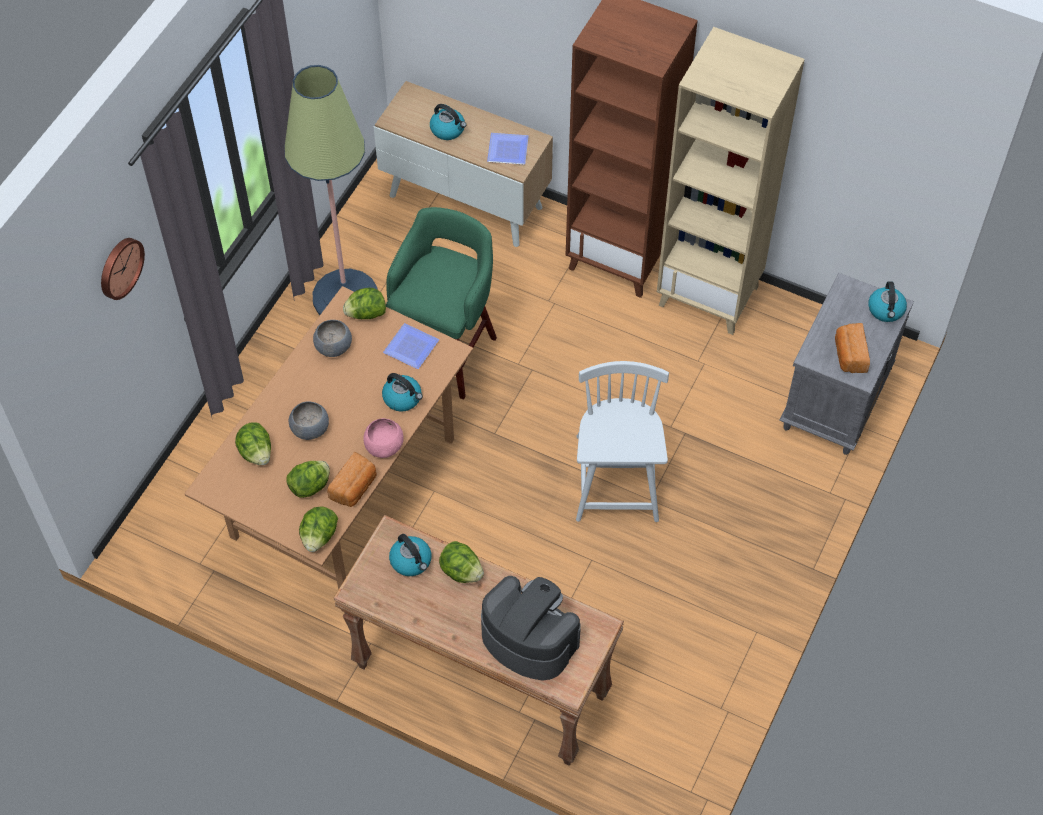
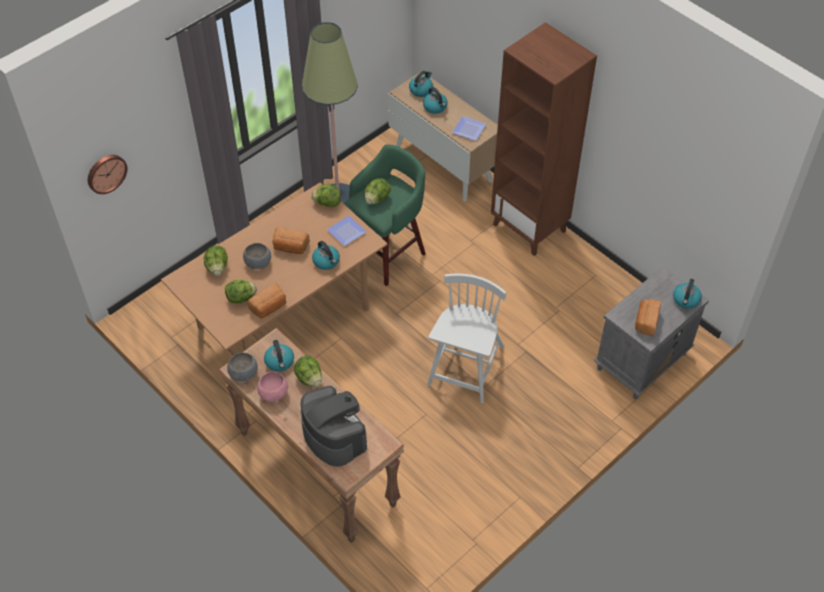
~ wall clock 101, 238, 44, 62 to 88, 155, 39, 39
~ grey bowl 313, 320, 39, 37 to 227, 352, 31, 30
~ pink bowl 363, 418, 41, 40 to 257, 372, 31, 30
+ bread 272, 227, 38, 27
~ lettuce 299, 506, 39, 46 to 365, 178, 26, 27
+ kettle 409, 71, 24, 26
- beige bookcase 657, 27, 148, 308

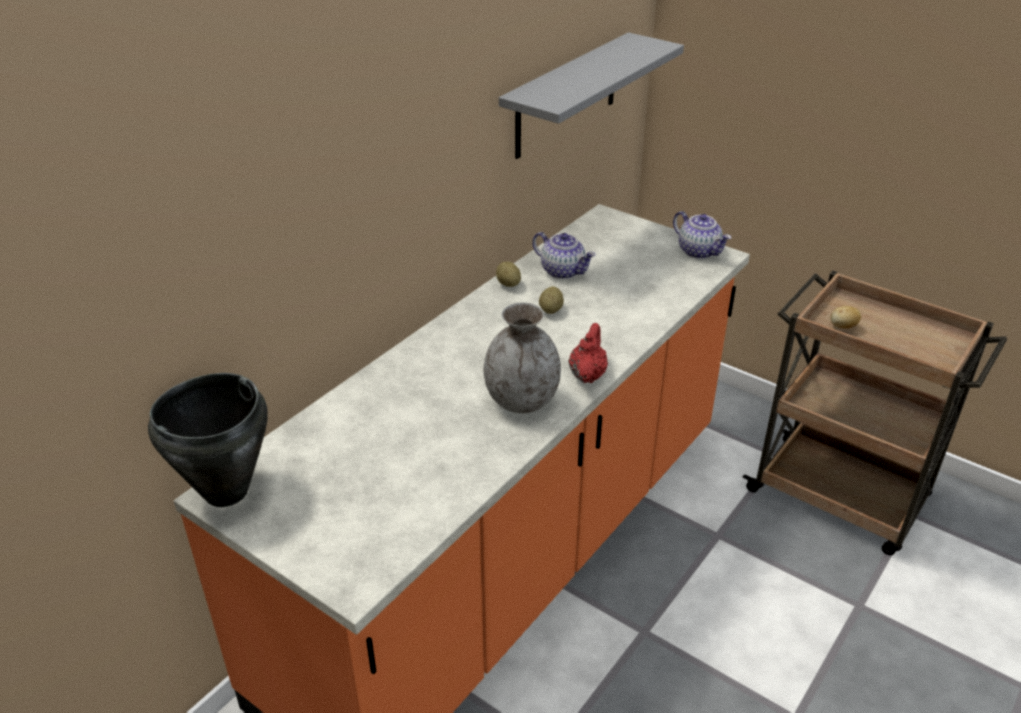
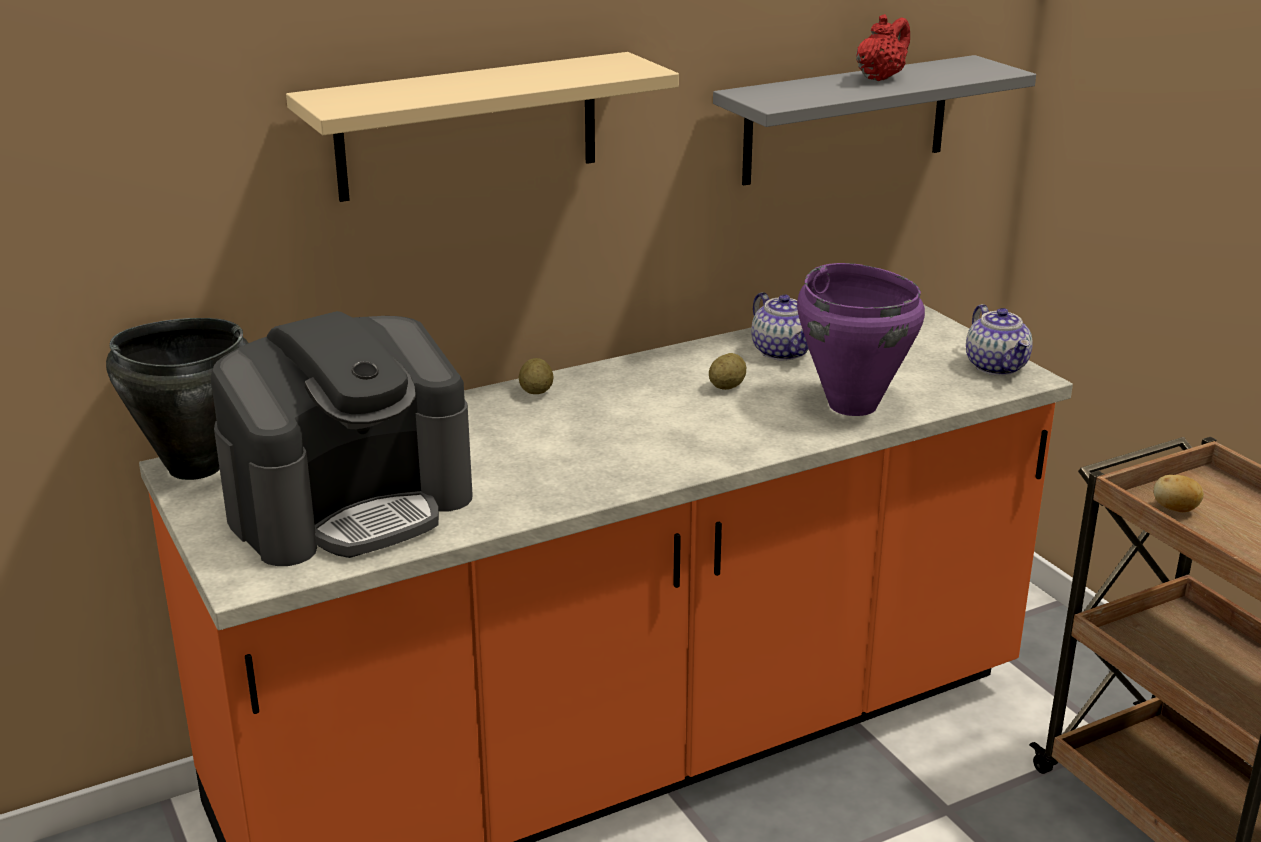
+ coffee machine 211, 311, 262, 255
+ beige shelf 286, 52, 393, 150
~ potato 496, 262, 25, 25 to 519, 358, 35, 36
+ purple cooking pot 797, 263, 128, 153
~ red teapot 568, 323, 40, 60 to 856, 14, 54, 67
- grey vase 484, 302, 77, 111

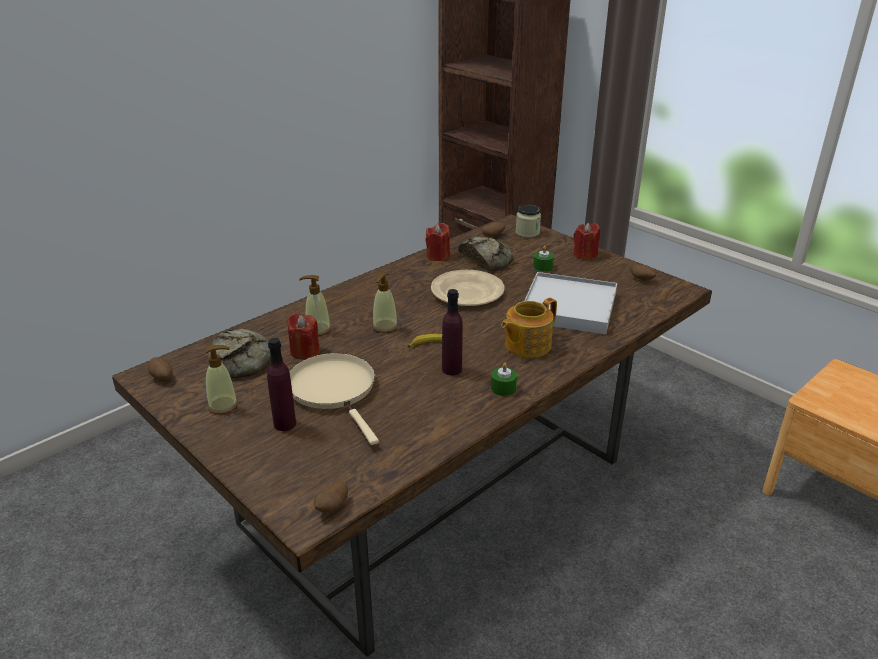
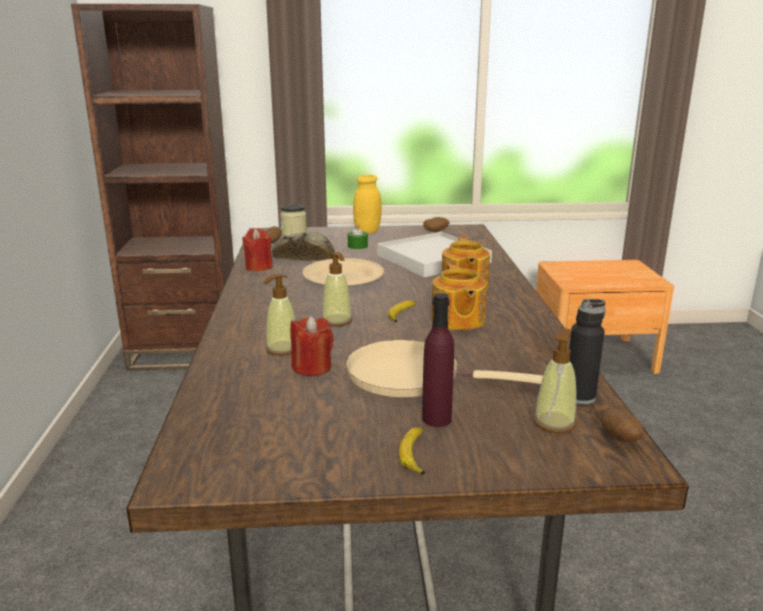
~ red candle 573, 222, 27, 38 to yellow jar 353, 174, 29, 60
+ banana 399, 427, 26, 48
~ purple bottle 442, 289, 21, 87 to teapot 431, 263, 56, 67
~ soap dispenser 206, 345, 32, 69 to 533, 328, 44, 105
+ black bottle 569, 299, 36, 105
- potato 148, 357, 25, 25
- bread 207, 328, 64, 50
- green candle 491, 363, 26, 33

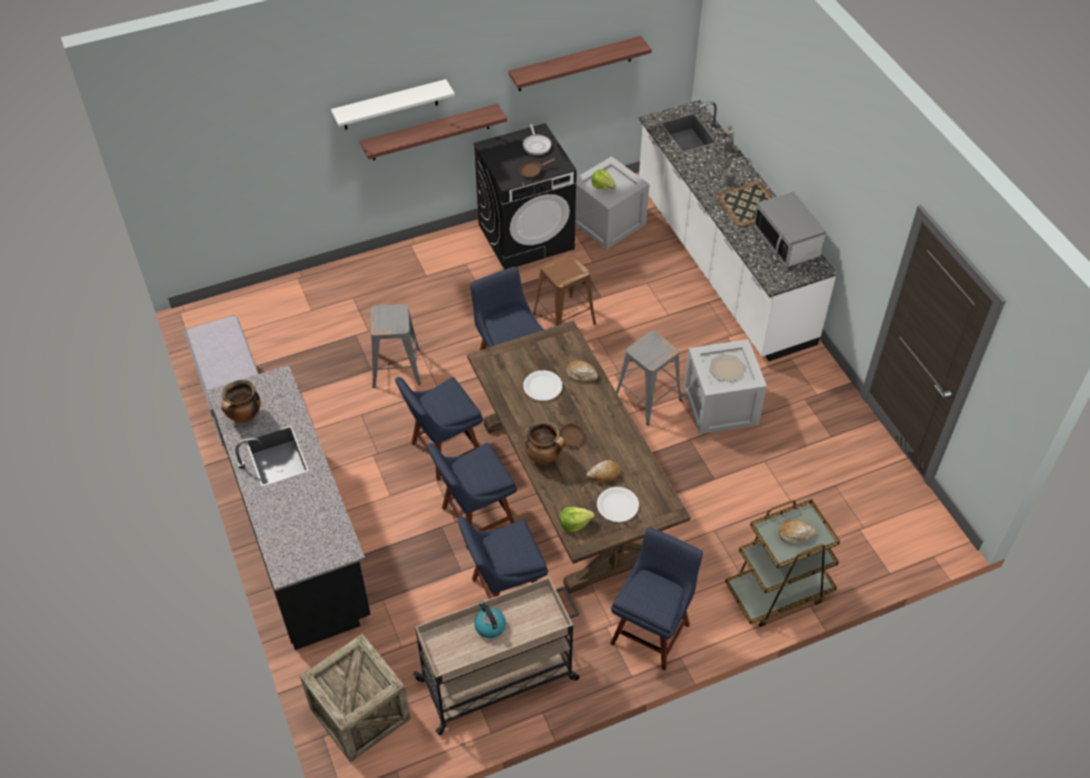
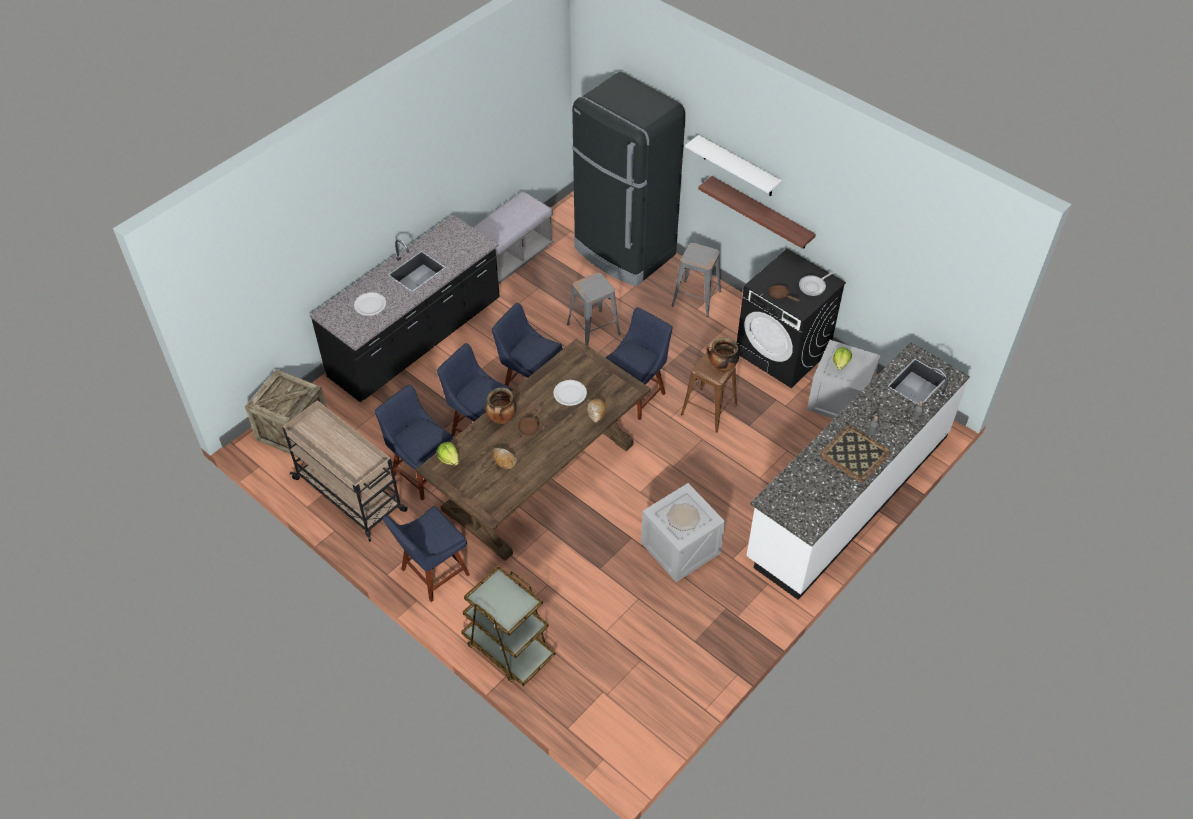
~ white plate 597, 487, 42, 35 to 354, 292, 32, 24
~ blue chair 610, 528, 93, 143 = 383, 506, 87, 96 135 degrees clockwise
+ black fridge 572, 72, 113, 214
~ grey stool 616, 331, 66, 94 to 672, 243, 49, 74
~ cooking pot 221, 380, 40, 43 to 707, 337, 32, 35
- kettle 474, 601, 32, 37
- shelf 508, 36, 144, 55
- microwave 754, 191, 72, 77
- bread 779, 520, 37, 23

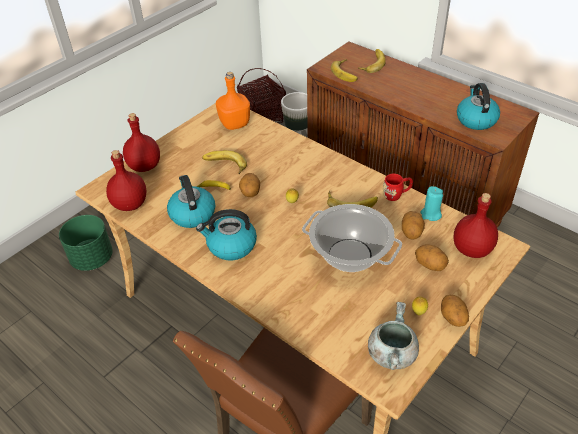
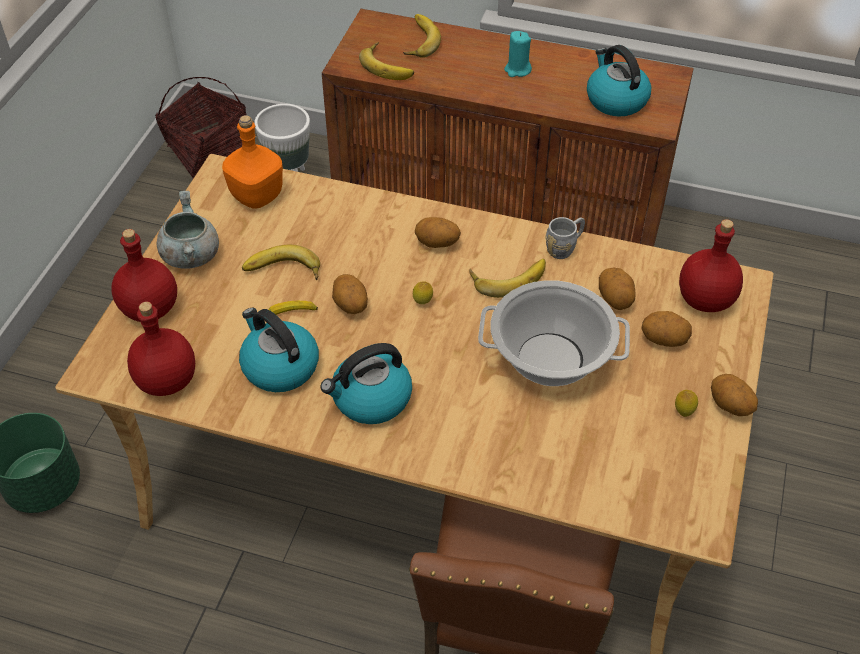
~ grey cooking pot 368, 302, 51, 68 to 157, 191, 62, 78
+ potato 415, 217, 46, 31
~ turquoise candle 420, 186, 23, 35 to 504, 31, 28, 46
~ red mug 383, 174, 30, 27 to grey mug 545, 217, 40, 42

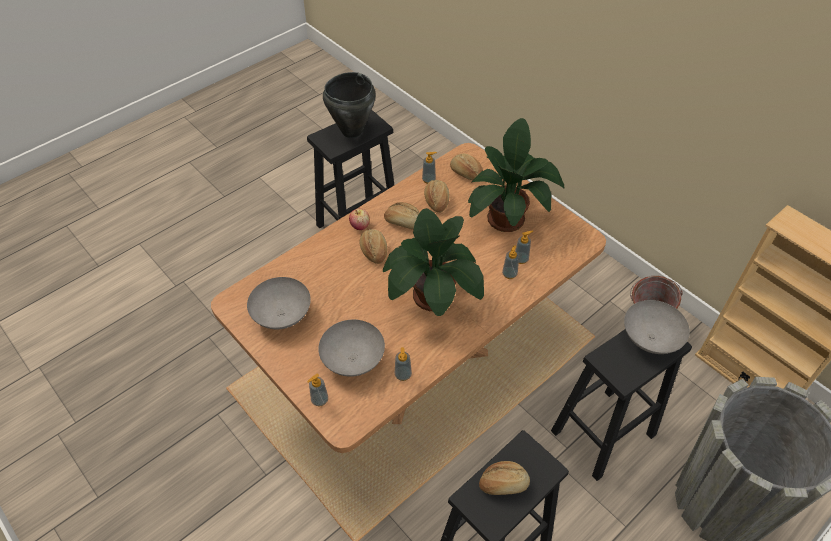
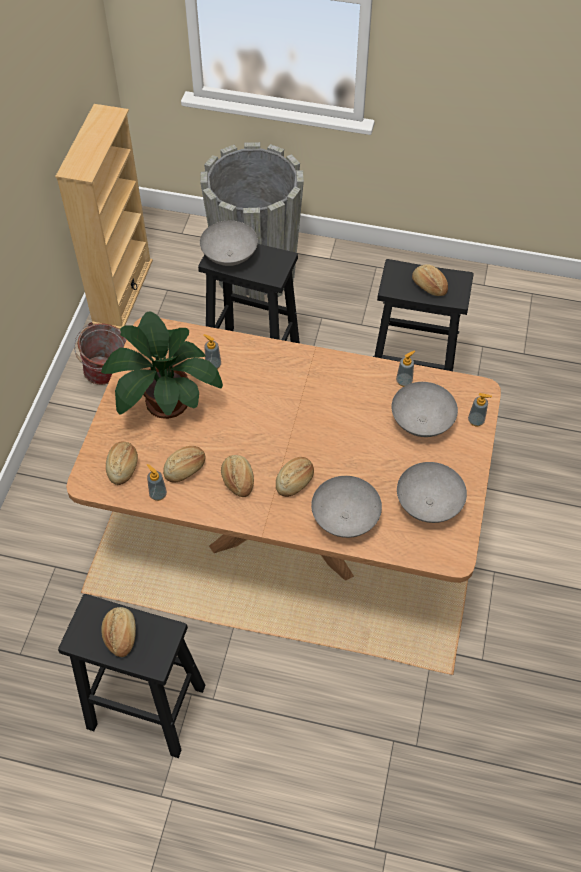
~ black cooking pot 323, 72, 52, 66 to bread 101, 607, 35, 50
+ grey bowl 311, 476, 71, 62
- apple 349, 208, 21, 22
- potted plant 383, 208, 101, 108
- soap dispenser 502, 245, 17, 34

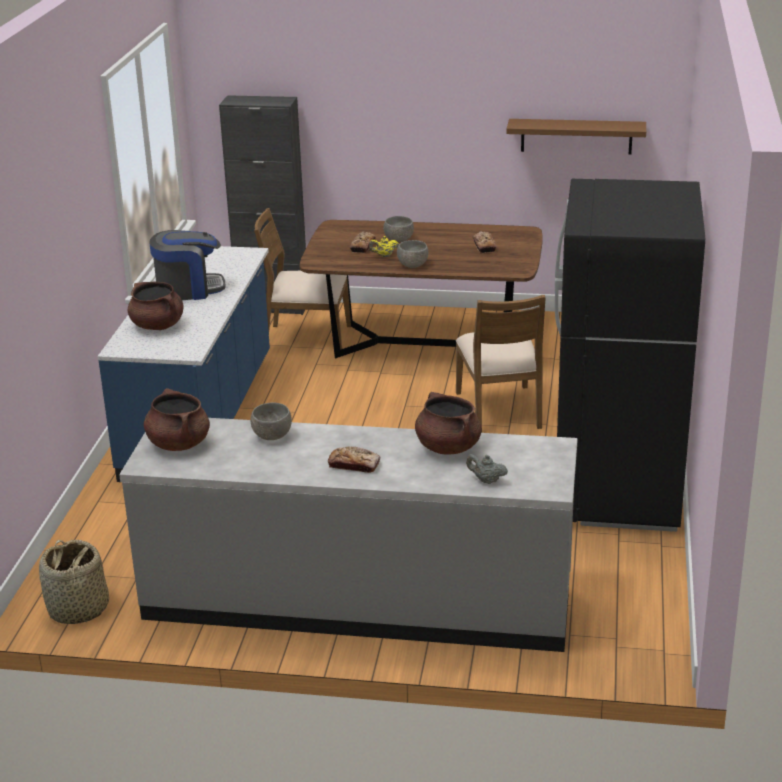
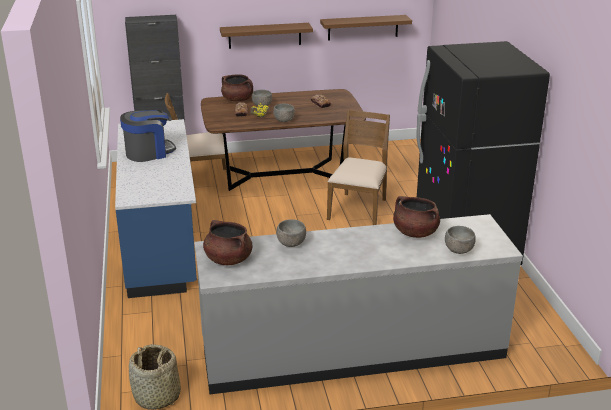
+ brown shelf 220, 23, 93, 26
~ brown cooking pot 128, 282, 56, 48 to 221, 74, 32, 28
~ brown chair 456, 295, 90, 138 = 327, 110, 63, 115 135 degrees counterclockwise
~ grey teapot 466, 454, 42, 30 to grey bowl 445, 226, 31, 28
- bread 328, 446, 52, 27

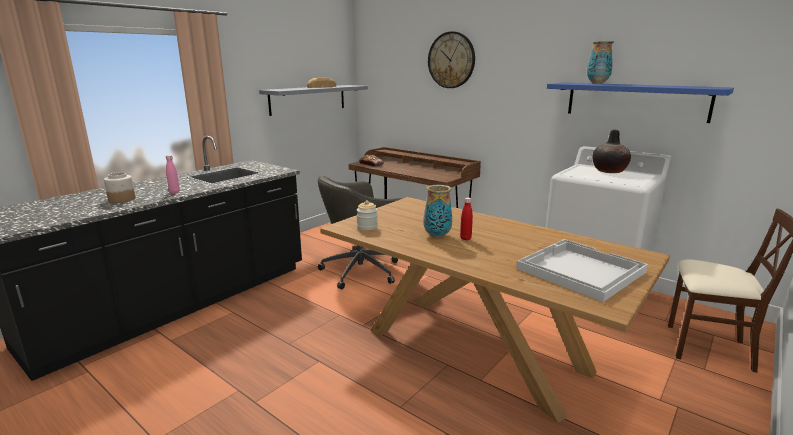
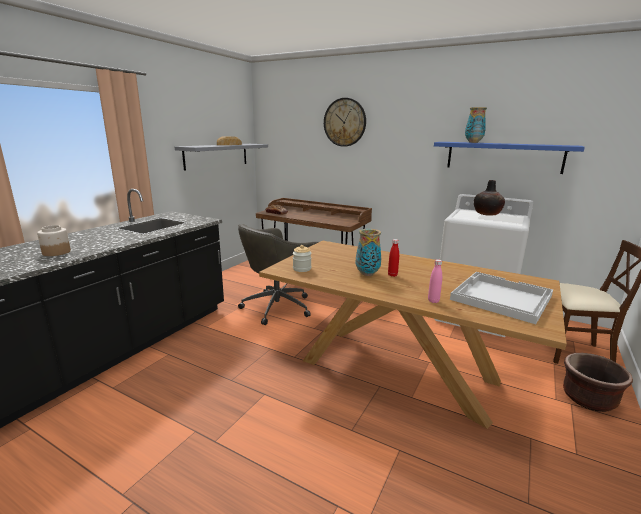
~ pink bottle 166, 155, 14, 38 to 428, 259, 14, 44
+ brown planter 563, 353, 70, 59

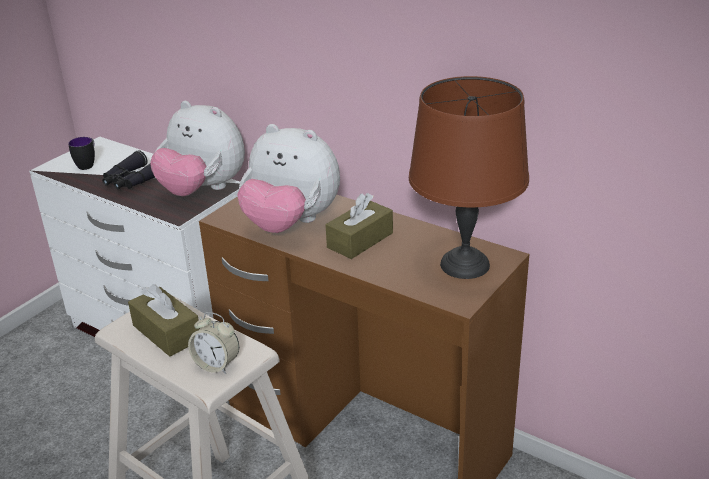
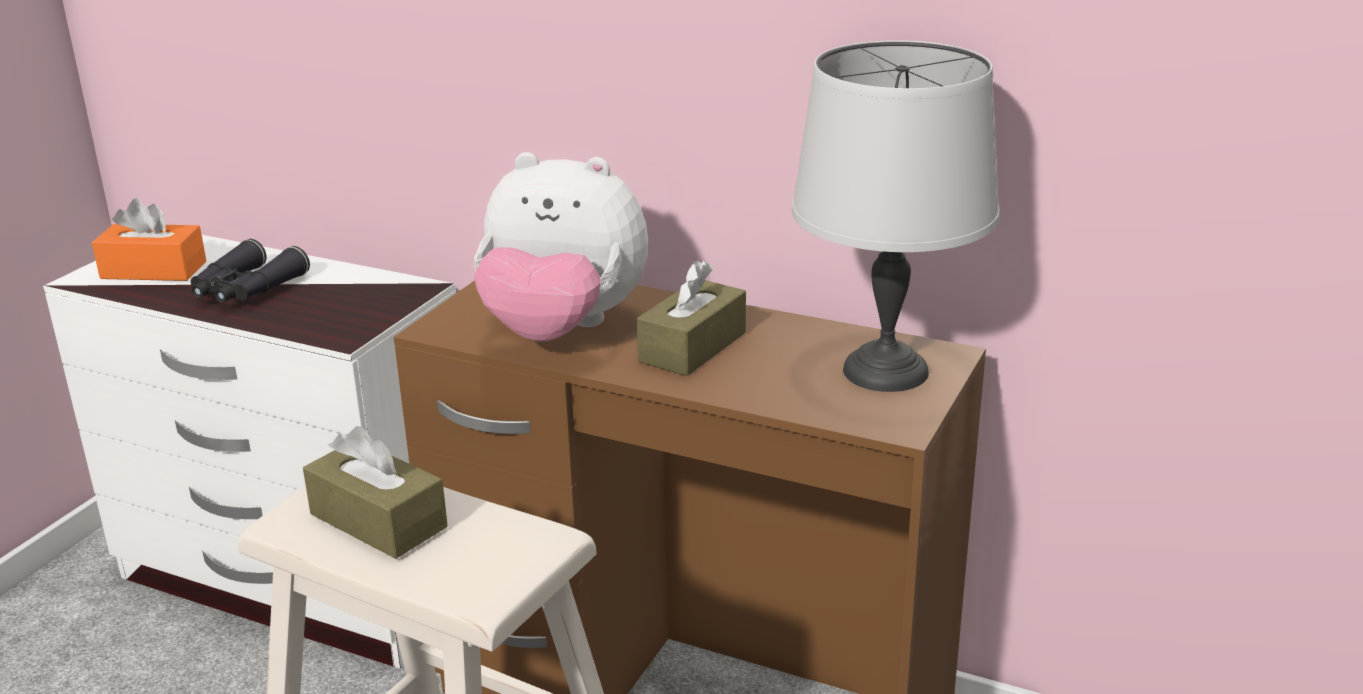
~ mug 68, 137, 27, 33 to orange tissue box 92, 198, 114, 83
~ brown table lamp 409, 76, 120, 203 to grey table lamp 792, 40, 207, 352
- plush toy 150, 101, 95, 95
- alarm clock 188, 312, 51, 62

